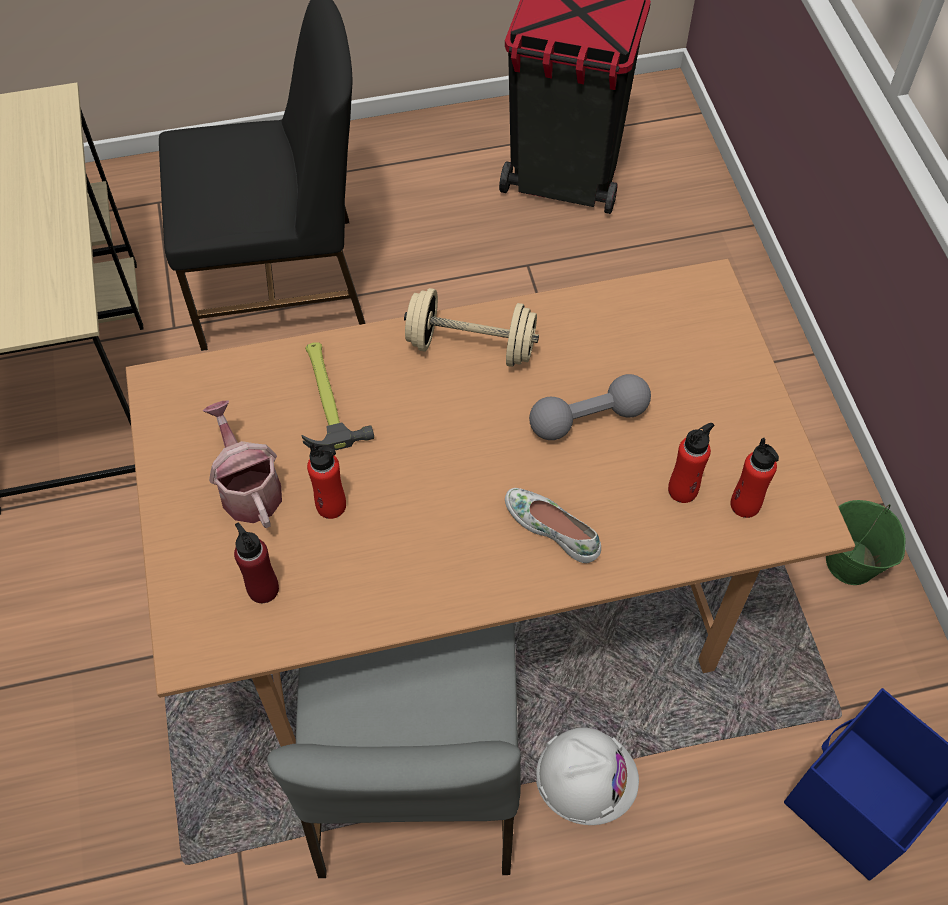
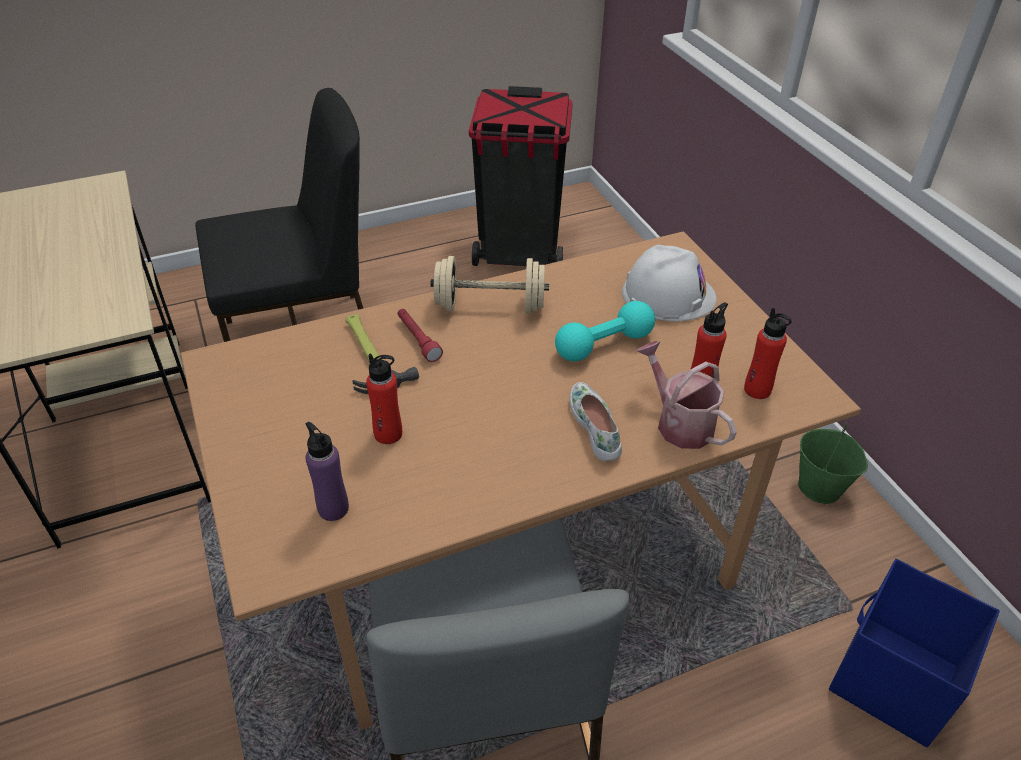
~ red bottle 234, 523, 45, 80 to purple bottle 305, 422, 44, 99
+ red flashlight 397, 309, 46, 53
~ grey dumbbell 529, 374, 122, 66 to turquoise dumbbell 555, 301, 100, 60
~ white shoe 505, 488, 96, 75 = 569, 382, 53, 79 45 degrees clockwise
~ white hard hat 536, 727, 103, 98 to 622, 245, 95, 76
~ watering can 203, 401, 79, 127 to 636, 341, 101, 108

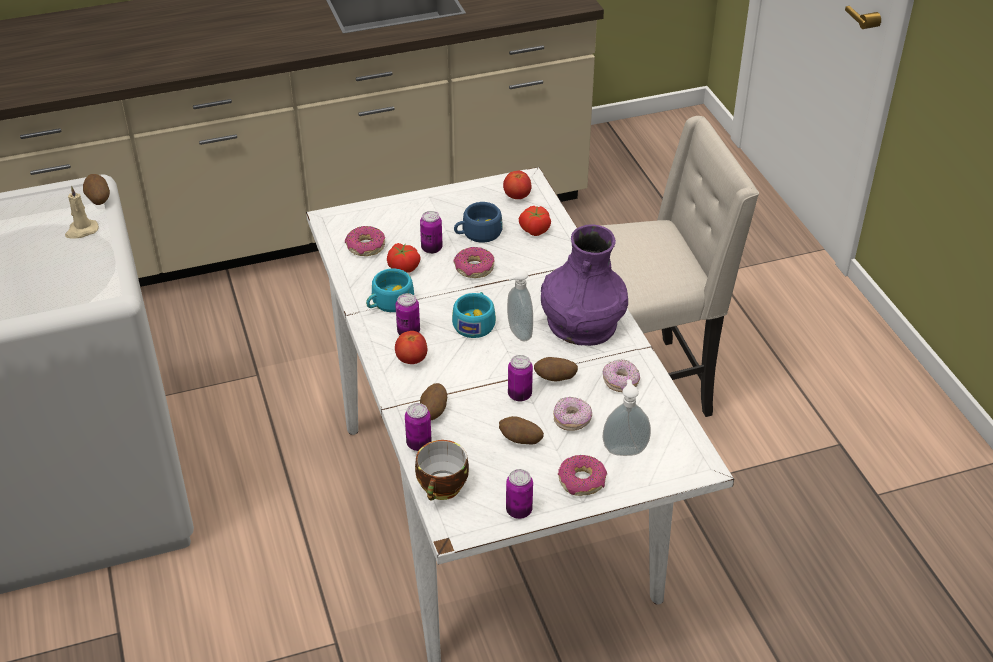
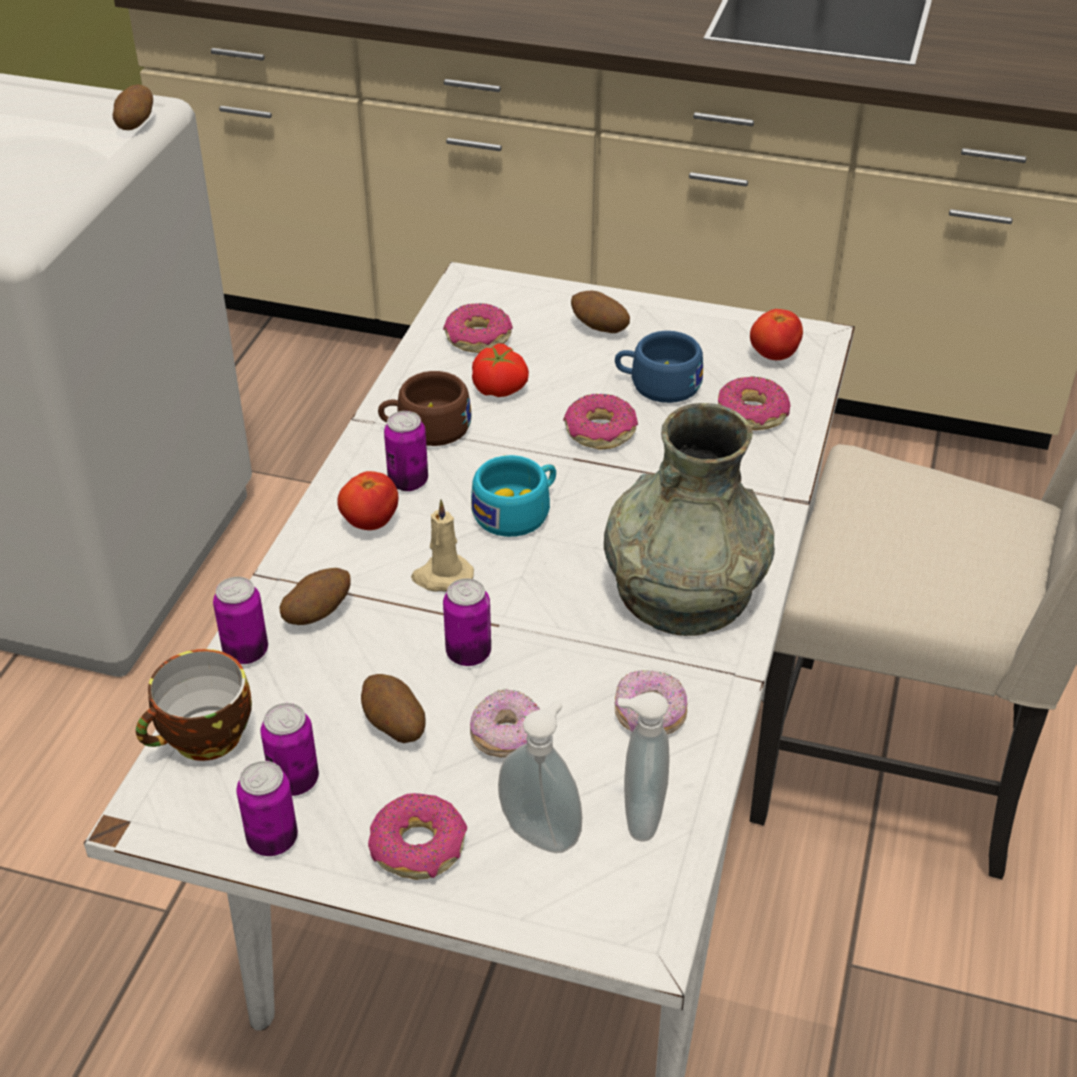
~ can 420, 211, 23, 43 to 260, 703, 59, 93
~ turquoise cup 366, 268, 48, 44 to brown cup 378, 371, 94, 75
~ beige candle 65, 186, 34, 53 to 411, 499, 63, 93
~ potato 534, 357, 44, 25 to 571, 290, 59, 43
~ purple vase 541, 224, 87, 122 to grey vase 604, 403, 171, 233
~ soap dispenser 507, 269, 26, 72 to 618, 692, 52, 149
~ tomato 519, 206, 32, 30 to donut 718, 376, 72, 54

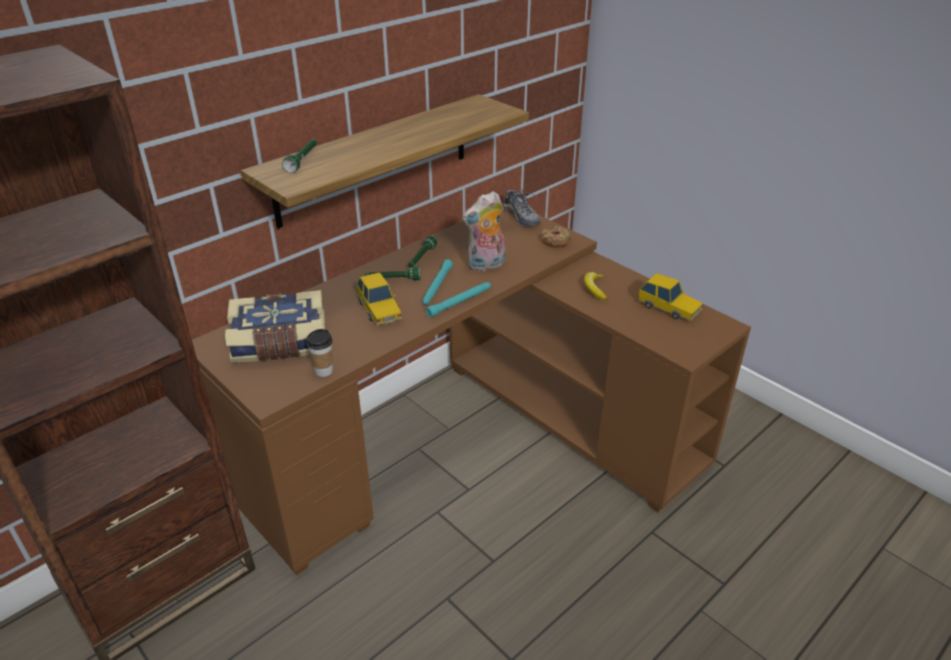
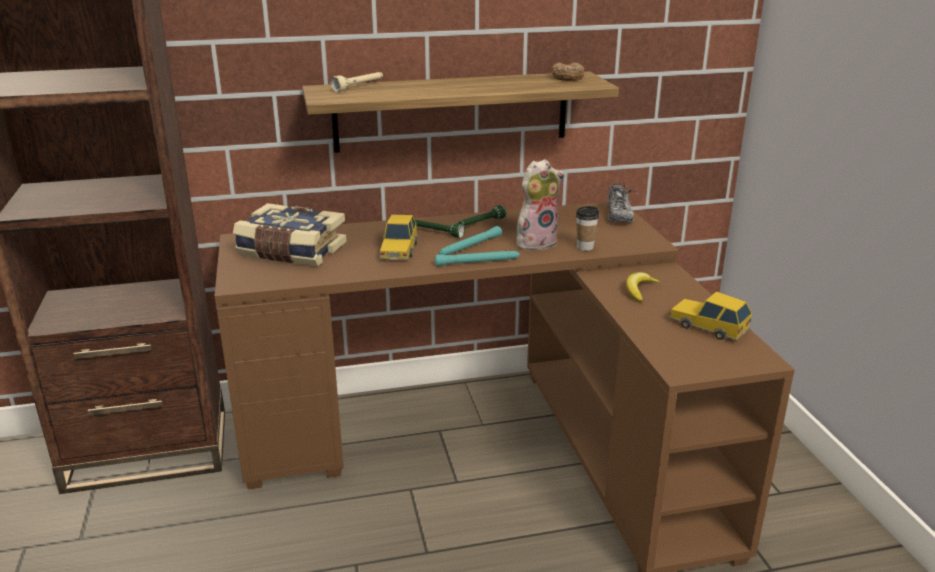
~ green flashlight 282, 139, 35, 34 to beige flashlight 331, 72, 52, 20
~ plush toy 462, 191, 43, 80 = 517, 159, 48, 91 150 degrees clockwise
~ donut 541, 226, 30, 22 to 552, 62, 33, 19
~ cup 306, 329, 27, 48 to 576, 206, 23, 45
~ toy car 637, 273, 66, 48 = 669, 291, 83, 49 150 degrees clockwise

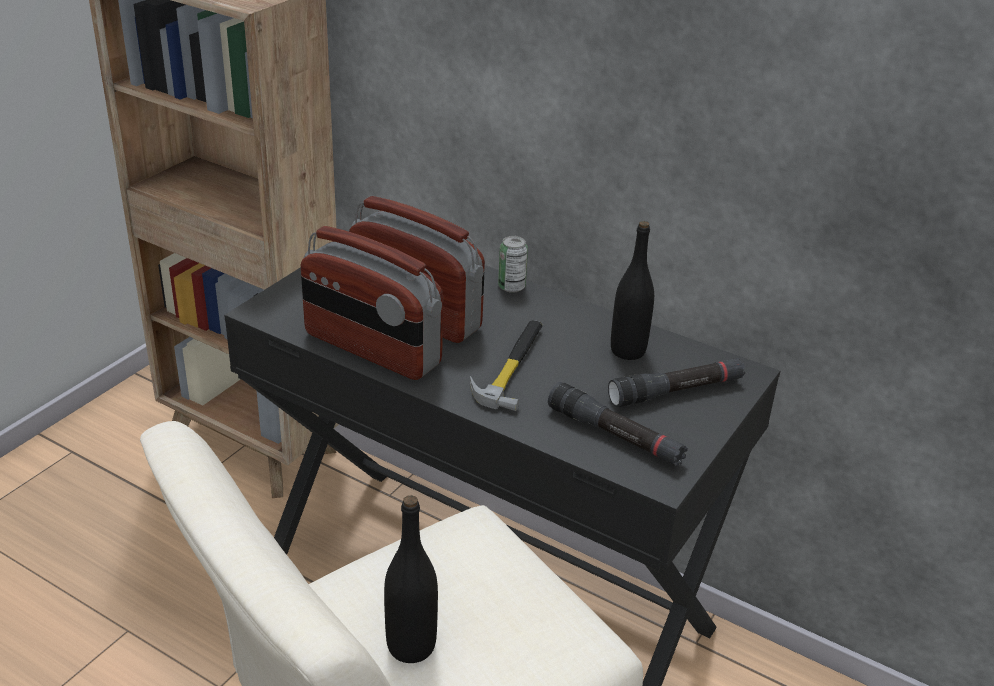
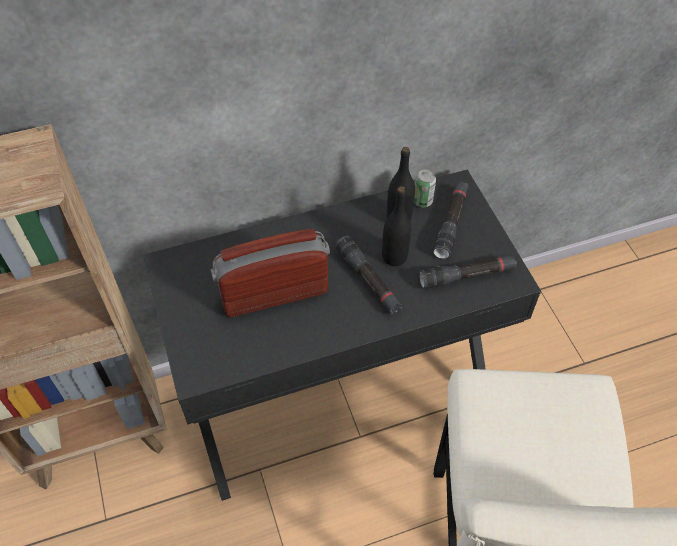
~ hammer 470, 320, 73, 91 to black flashlight 335, 236, 67, 79
~ black bottle 384, 495, 54, 168 to 382, 186, 29, 80
~ can 498, 236, 30, 57 to 414, 169, 22, 38
- radio 301, 226, 142, 154

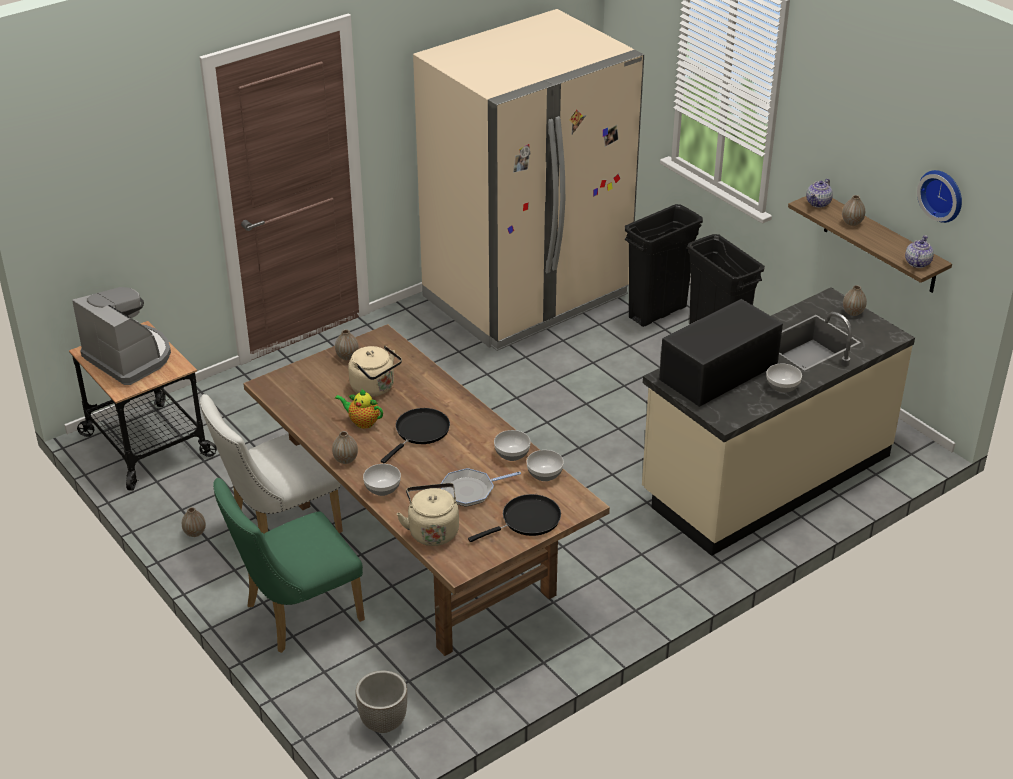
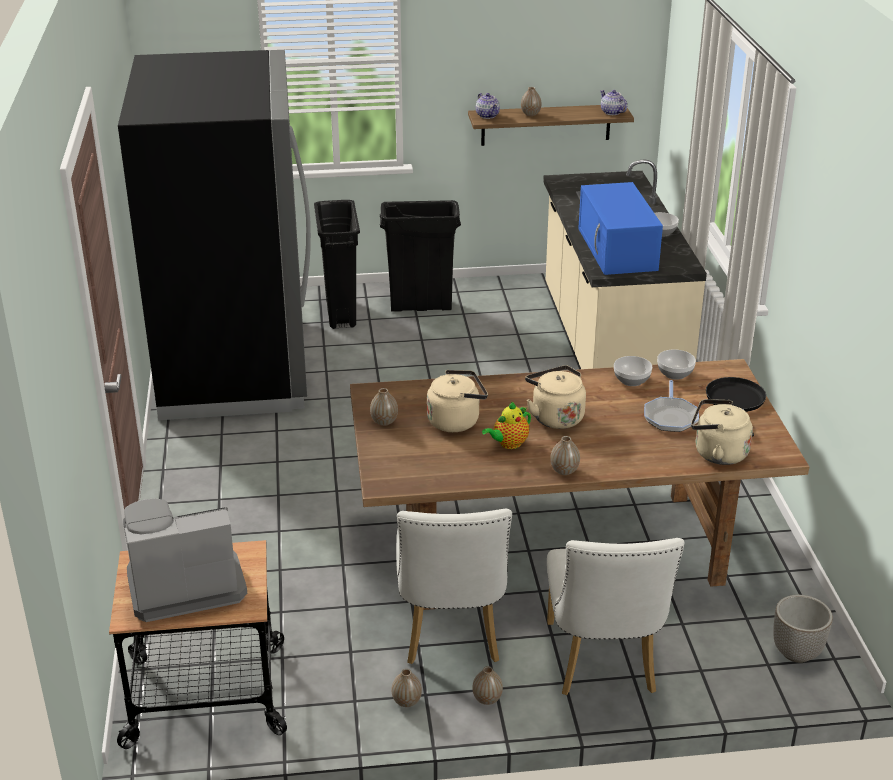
~ beige fridge 413, 9, 231, 342 to black fridge 118, 50, 193, 370
~ vase 843, 285, 24, 31 to 472, 666, 31, 39
~ black frying pan 381, 408, 69, 55 to beige kettle 525, 365, 61, 64
~ green chair 213, 478, 152, 175 to white chair 547, 538, 137, 157
~ black microwave 659, 299, 124, 108 to blue microwave 578, 182, 85, 93
- bowl 363, 464, 38, 32
- wall clock 917, 170, 45, 53

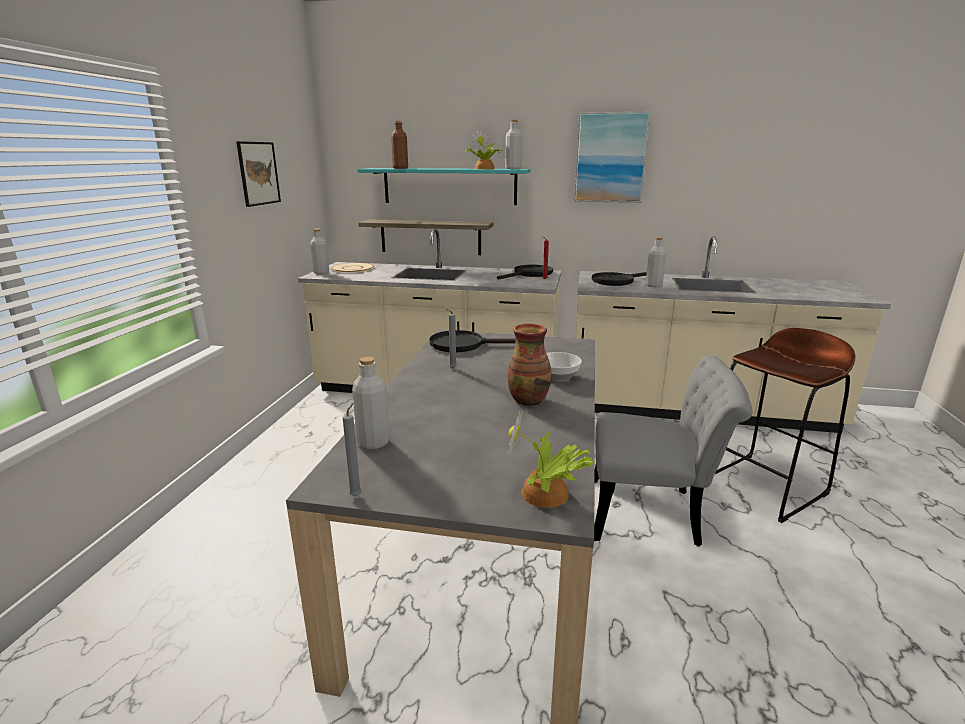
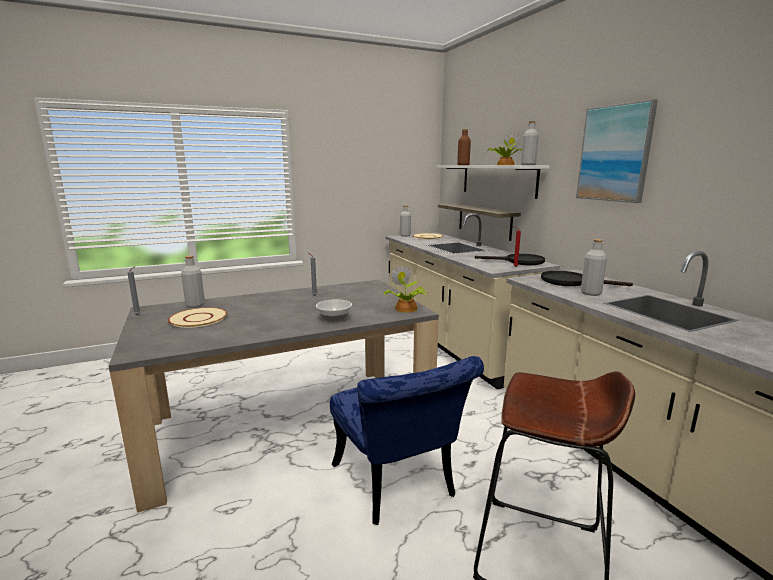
+ beige plate 168, 307, 59, 21
~ grey chair 594, 355, 159, 192 to blue chair 330, 356, 154, 169
~ potted plant 507, 411, 87, 97 to 384, 264, 44, 49
~ turquoise shelf 358, 168, 173, 37 to white shelf 436, 165, 113, 34
- picture 236, 141, 45, 66
- black frying pan 430, 330, 86, 22
- vase 508, 324, 44, 82

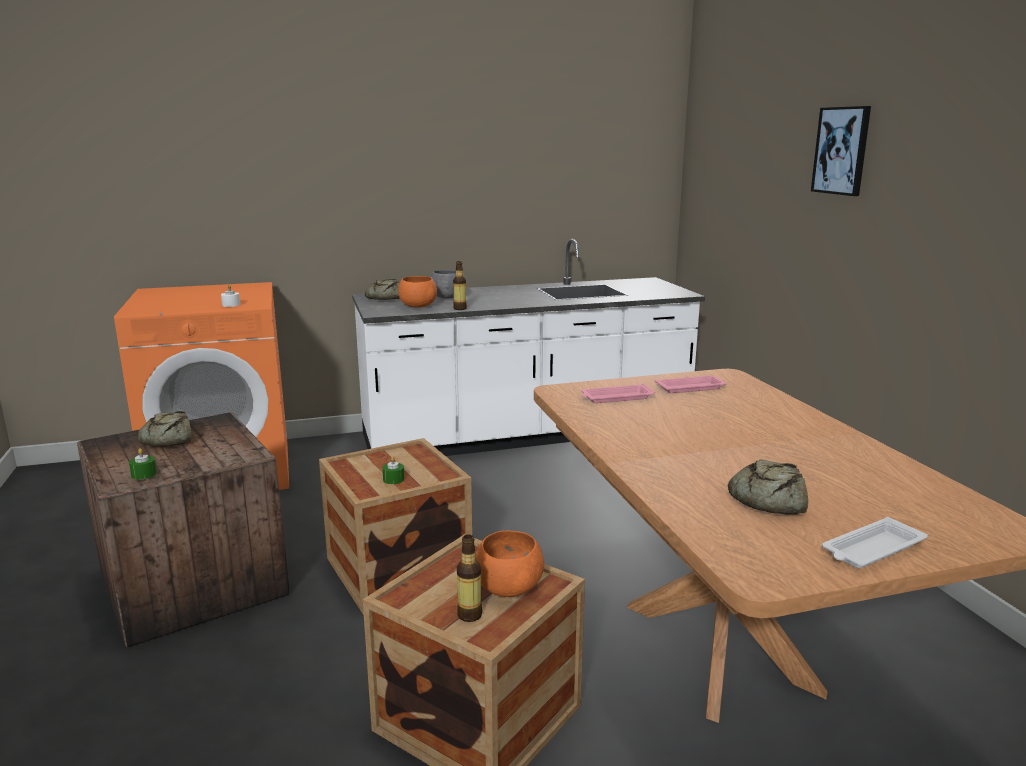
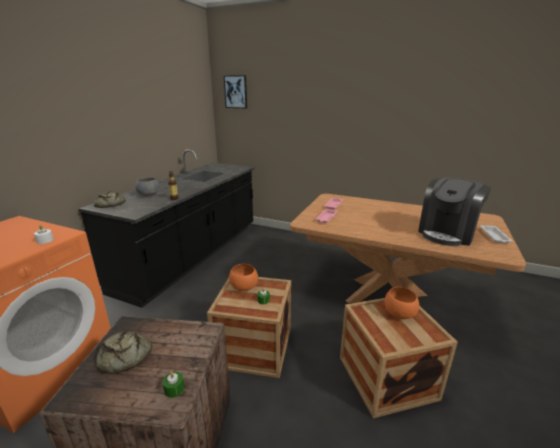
~ white counter 352, 239, 353, 217 to black counter 79, 150, 176, 158
~ picture 811, 106, 60, 90 to 224, 75, 23, 33
~ orange bowl 398, 276, 39, 32 to 229, 264, 29, 27
~ bread 728, 459, 80, 56 to coffee machine 418, 178, 73, 68
- bottle 457, 535, 25, 87

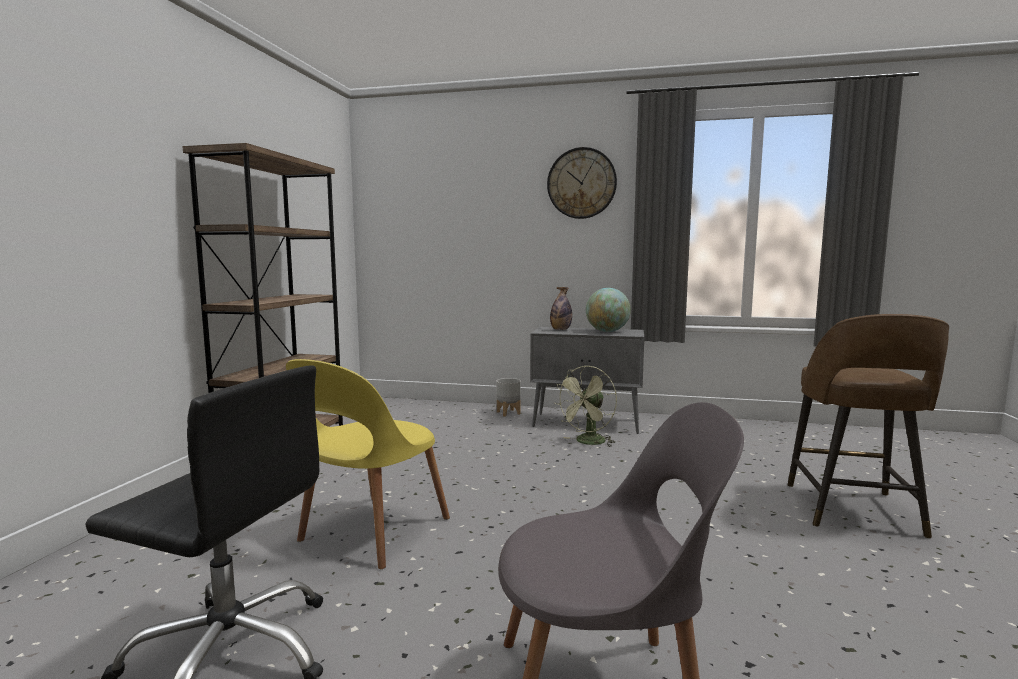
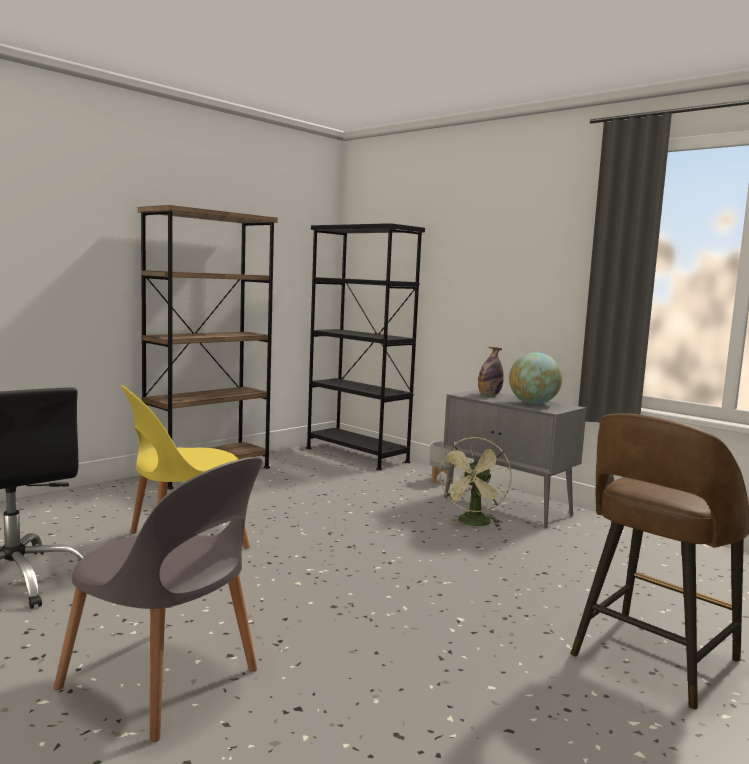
+ black bookcase 306, 223, 119, 247
~ green fan 554, 366, 63, 81 = 436, 437, 76, 90 45 degrees counterclockwise
- wall clock 547, 147, 70, 72

